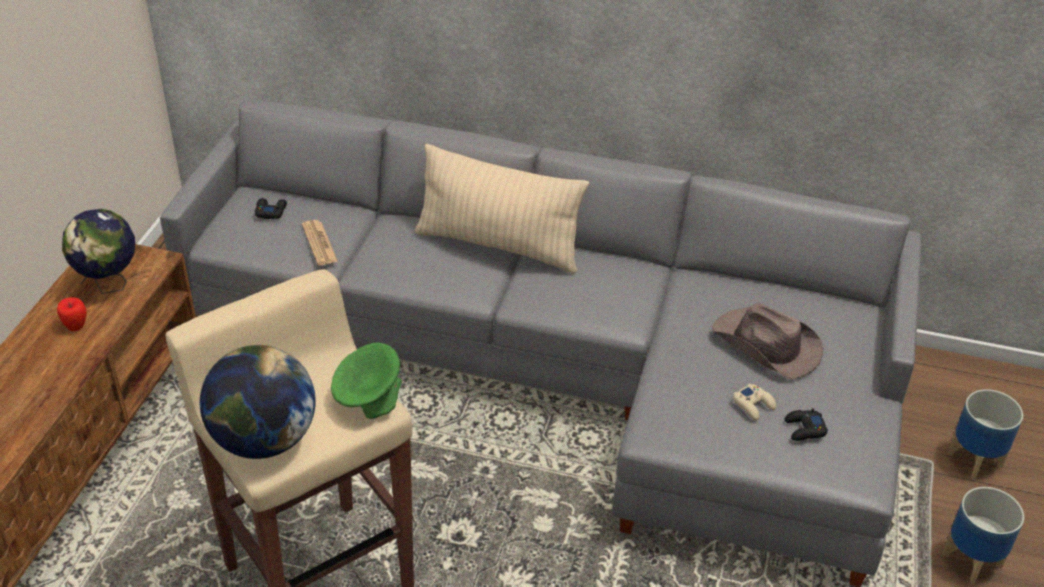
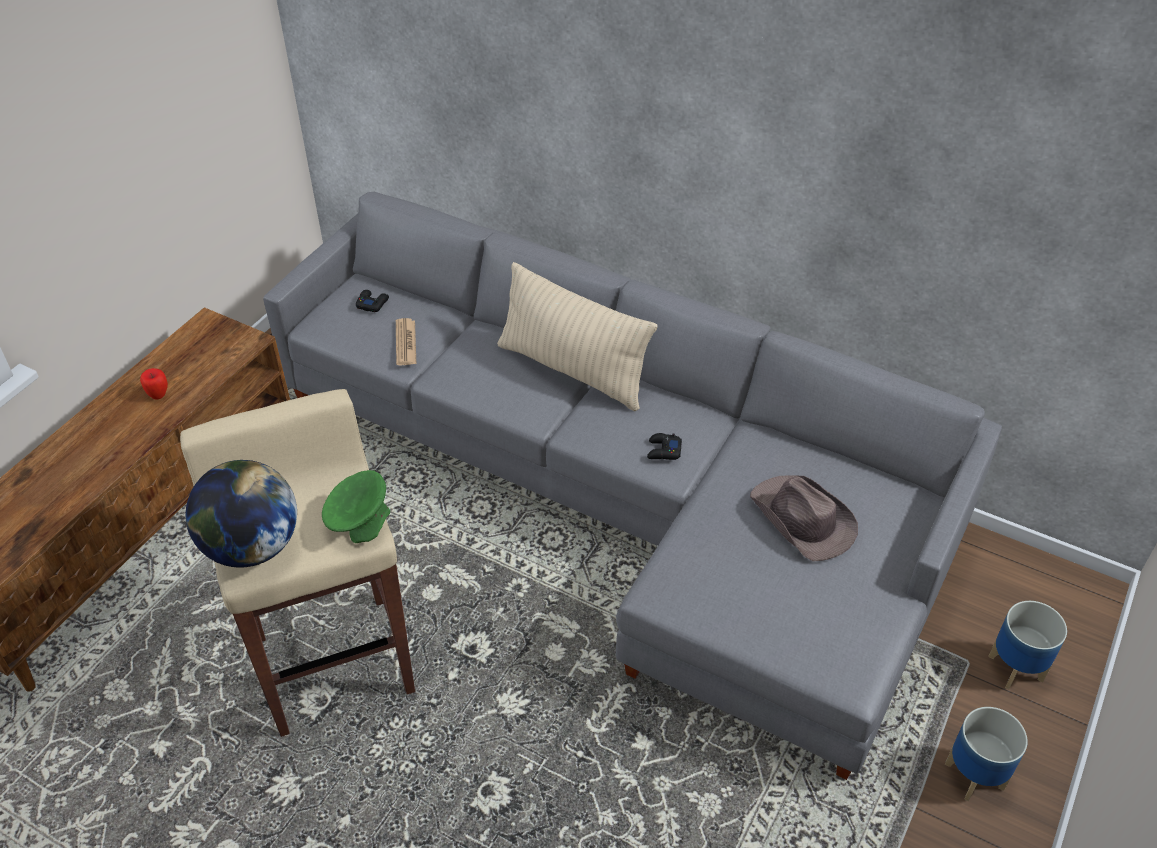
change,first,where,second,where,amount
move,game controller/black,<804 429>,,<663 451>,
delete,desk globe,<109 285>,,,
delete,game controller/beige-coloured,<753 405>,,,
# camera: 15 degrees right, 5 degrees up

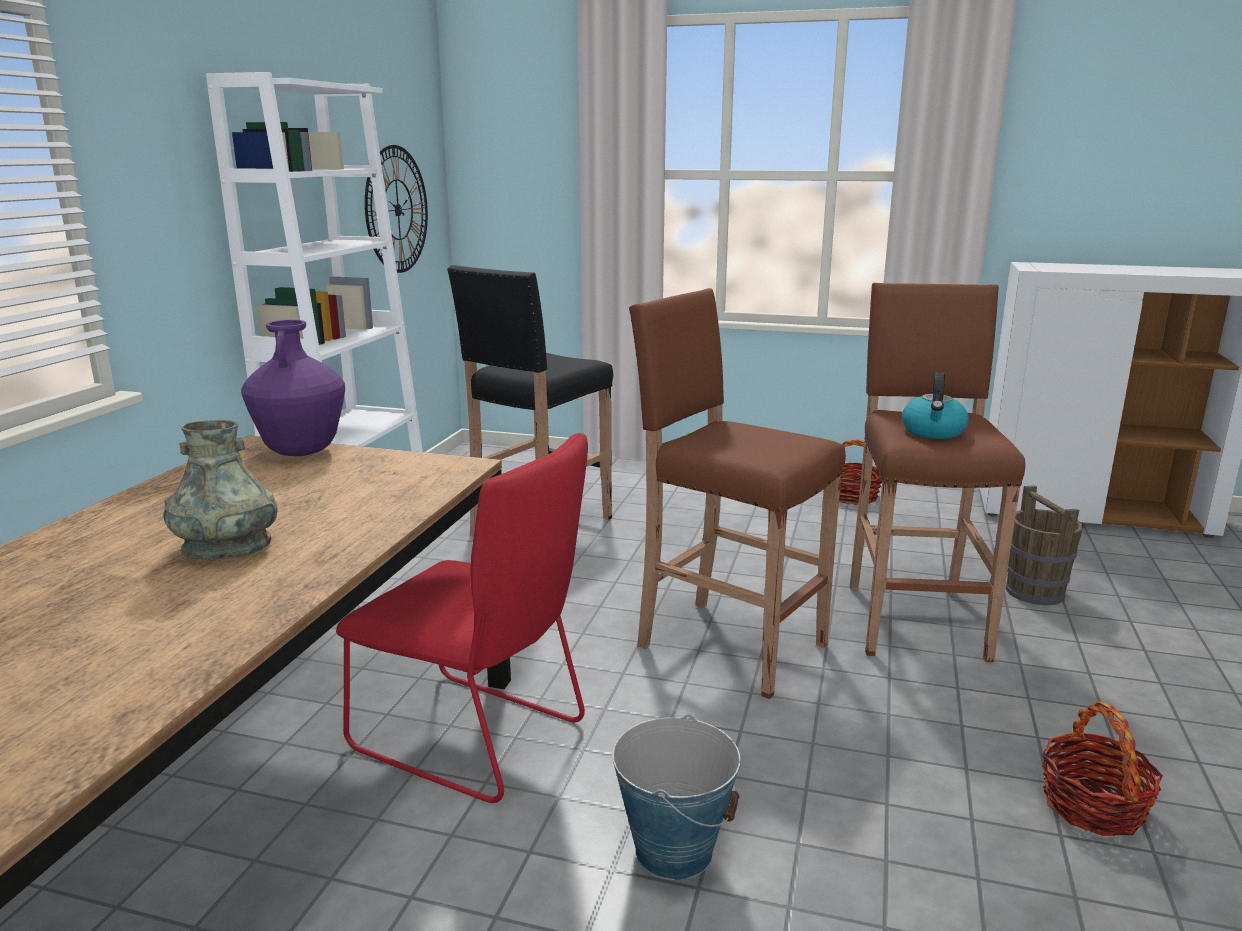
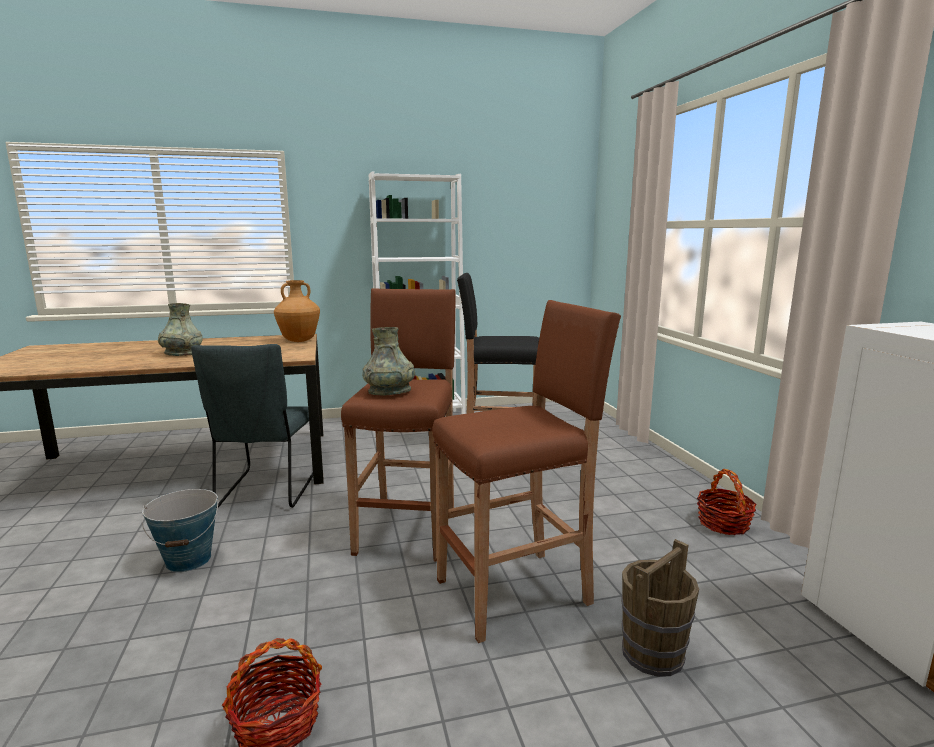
change,first,where,second,where,amount
recolor,chair/reddish,<477 739>,chair/grey,<267 491>,
recolor,vase/purple-coloured,<301 452>,vase/brown,<299 341>,
insert,,,vase/grey,<389 391>,
delete,wall clock,<397 209>,,,
delete,water kettle,<933 432>,,,
# camera: 60 degrees right, 5 degrees down

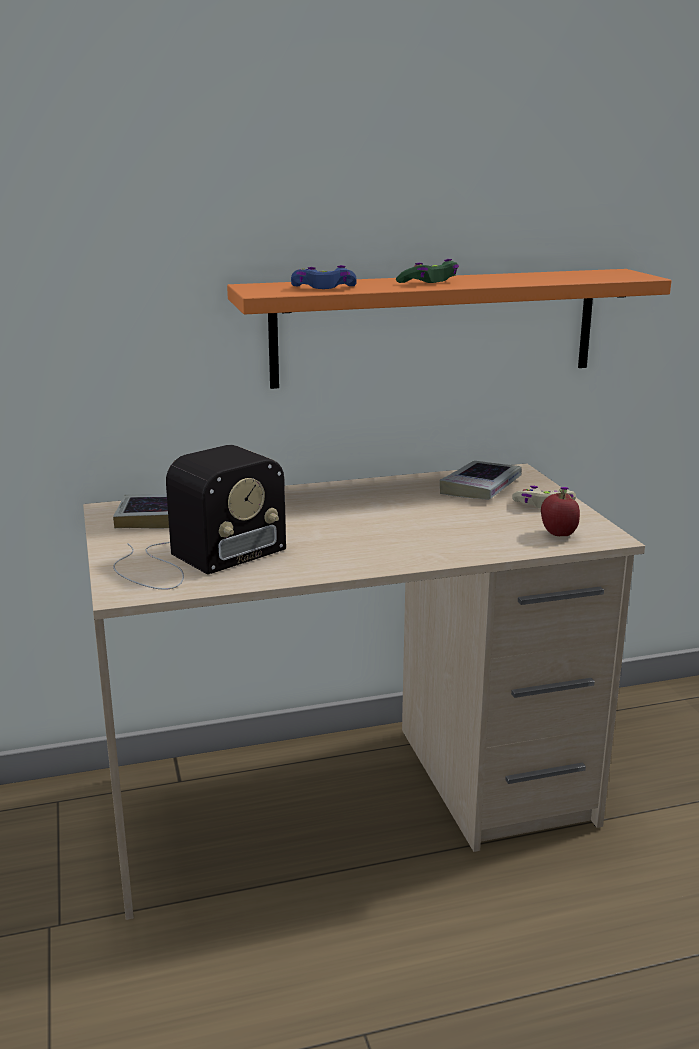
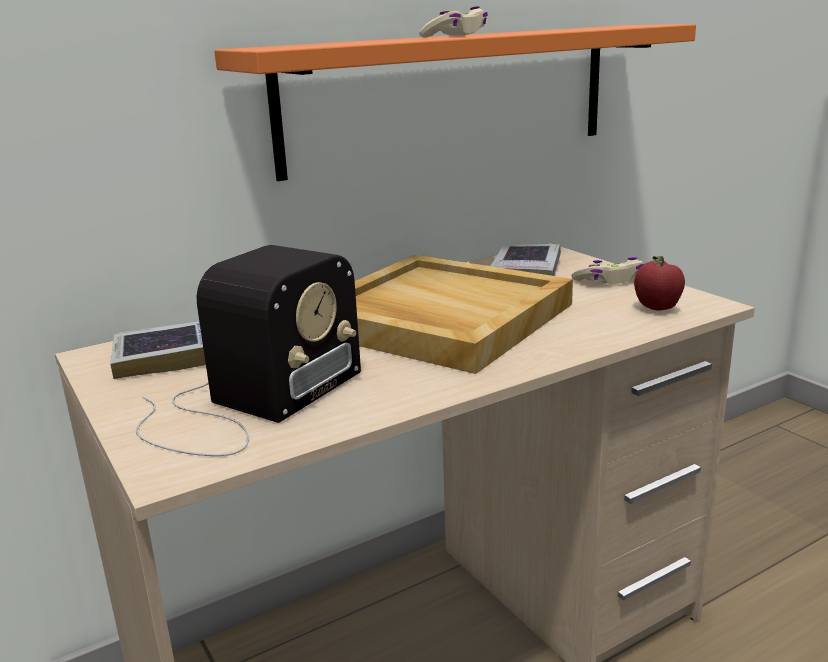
change,first,where,second,where,amount
insert,,,tray/beige-coloured,<437 318>,
recolor,game controller/green,<429 282>,game controller/beige-coloured,<456 35>,
delete,game controller/blue-coloured,<323 288>,,,
# camera: 15 degrees left, 0 degrees up

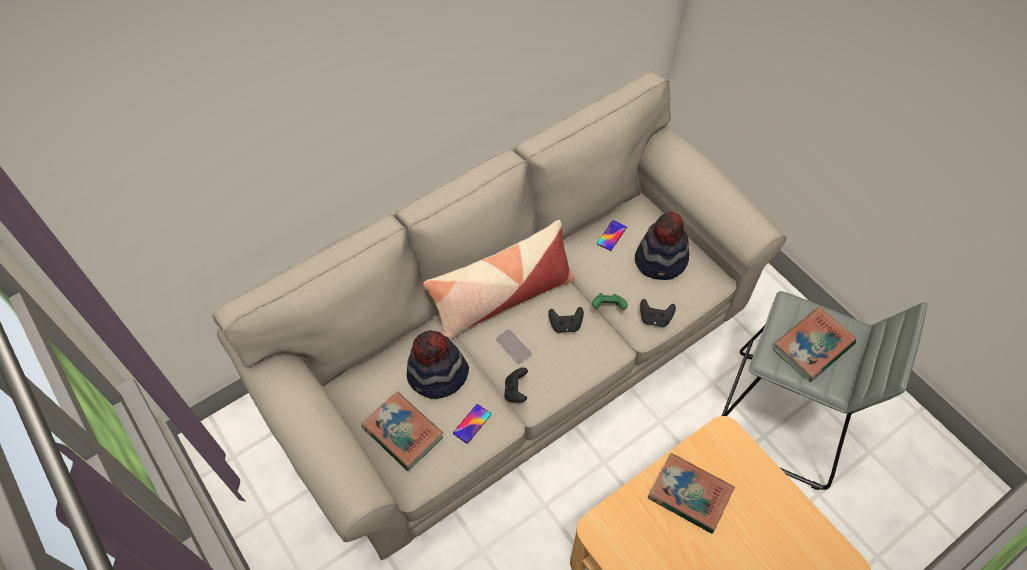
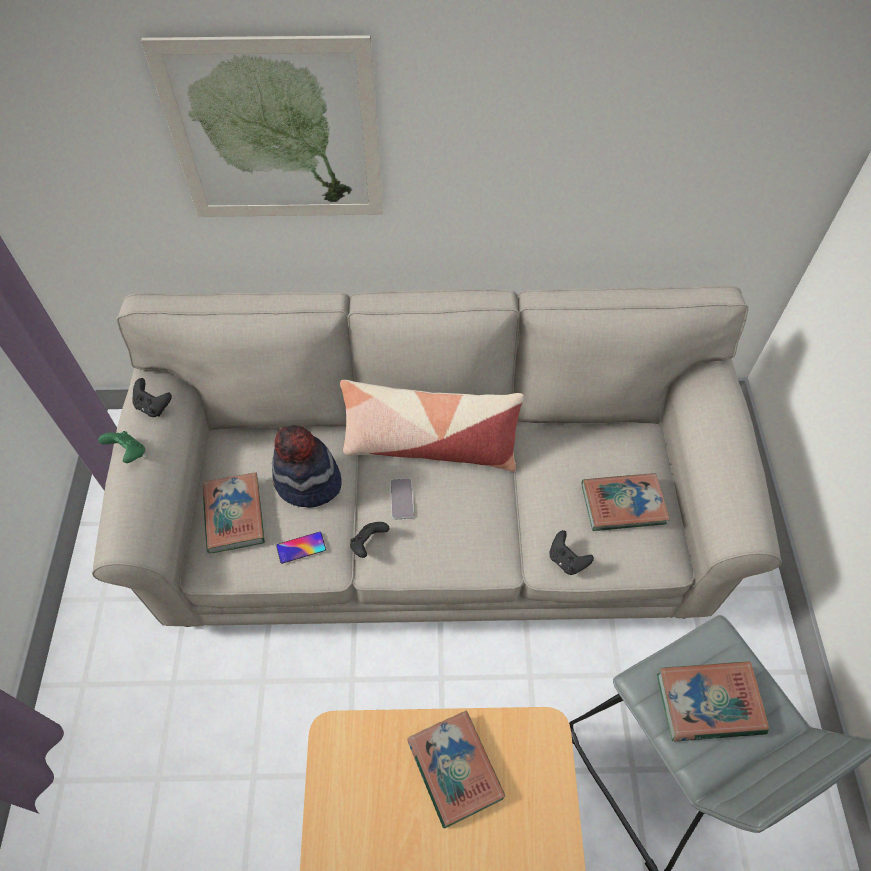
change,first,where,second,where,amount
move,game controller/green,<608 307>,,<128 453>,
move,game controller/black,<565 325>,,<153 406>,
insert,,,wall picture,<275 134>,
replace,clothing hat,<661 260>,volume,<623 504>,
delete,handset,<611 235>,,,
# camera: 35 degrees right, 0 degrees up

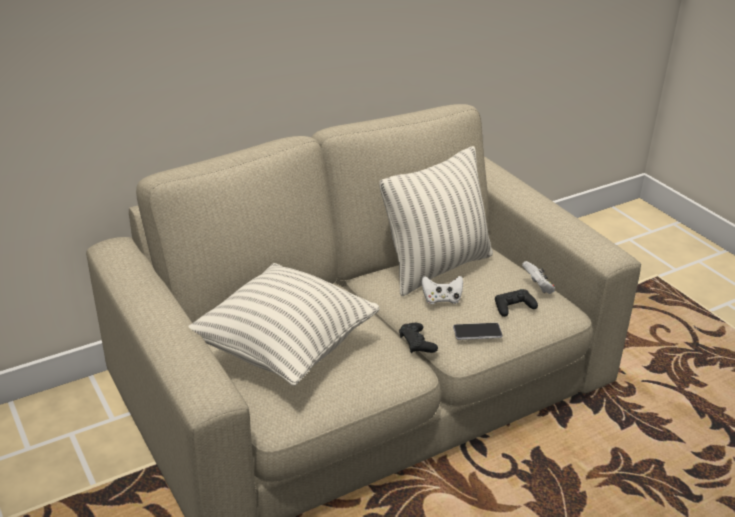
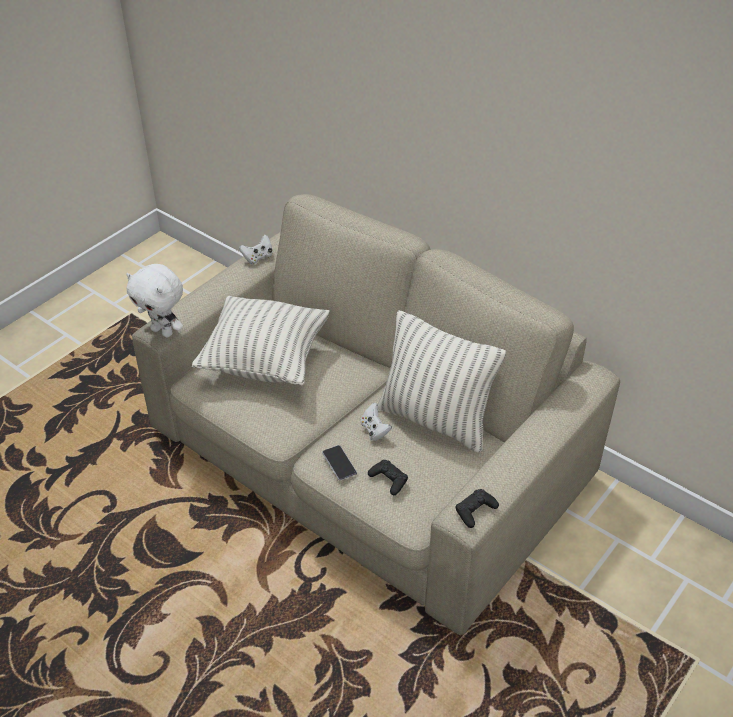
change,first,where,second,where,amount
insert,,,soft toy/whitish,<163 331>,
move,game controller/whitish,<538 287>,,<258 258>,
move,game controller/black,<417 343>,,<475 511>,
# camera: 70 degrees right, 10 degrees up

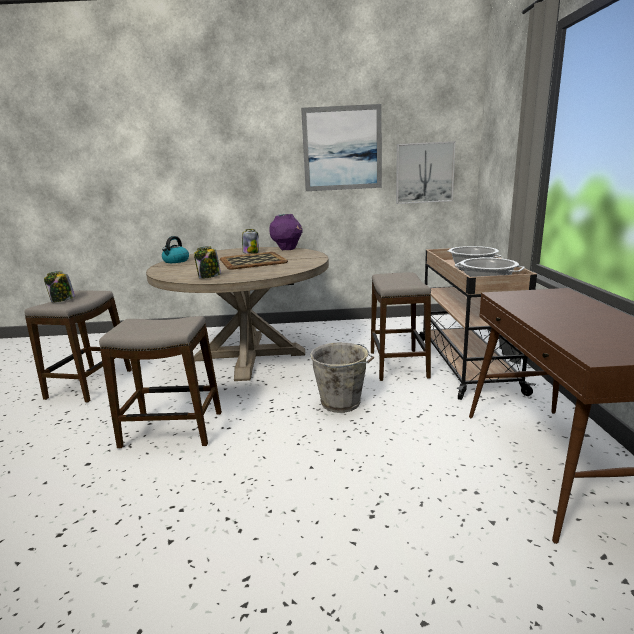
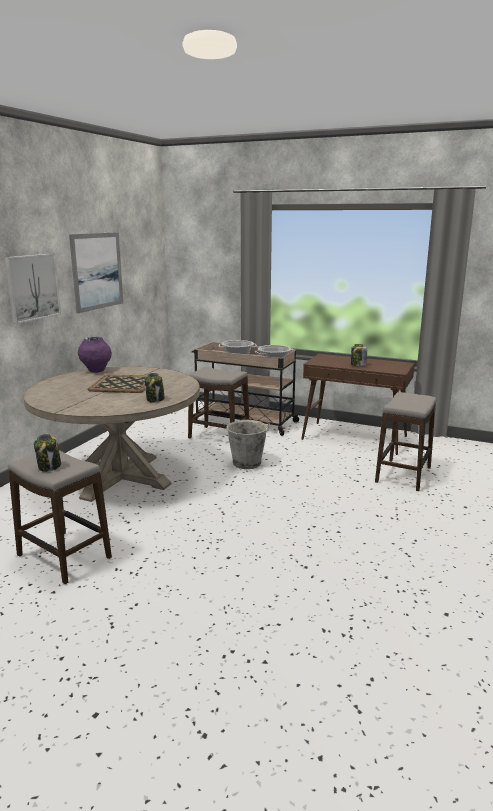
change,first,where,second,where,amount
move,wall picture,<424 173>,,<32 287>,
move,storage jar,<251 253>,,<358 365>,
move,stool,<172 430>,,<403 475>,
delete,water kettle,<176 261>,,,
# camera: 65 degrees left, 0 degrees up

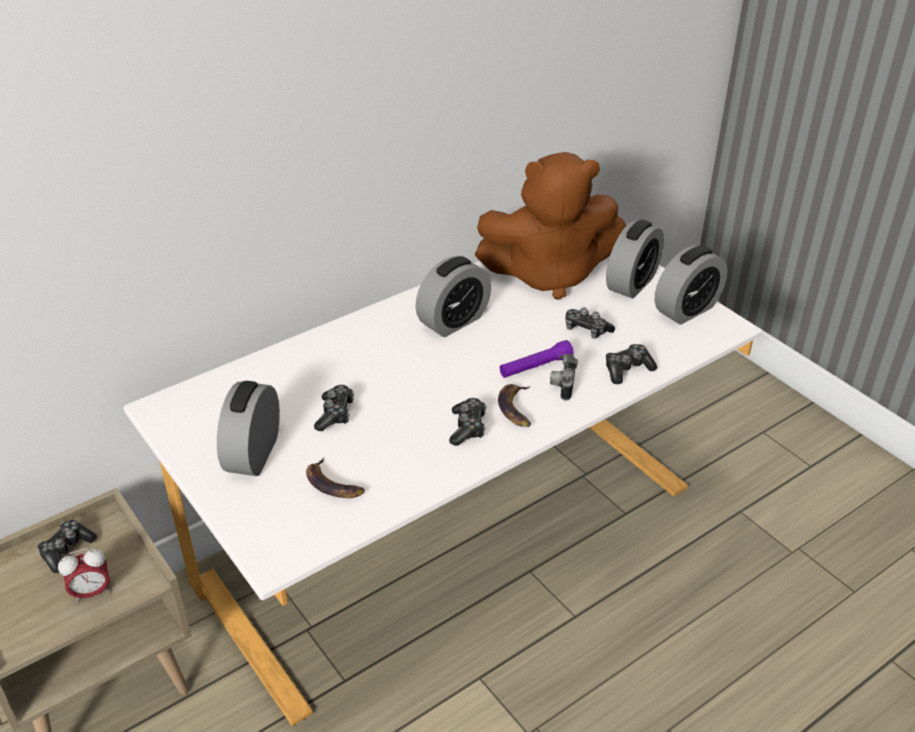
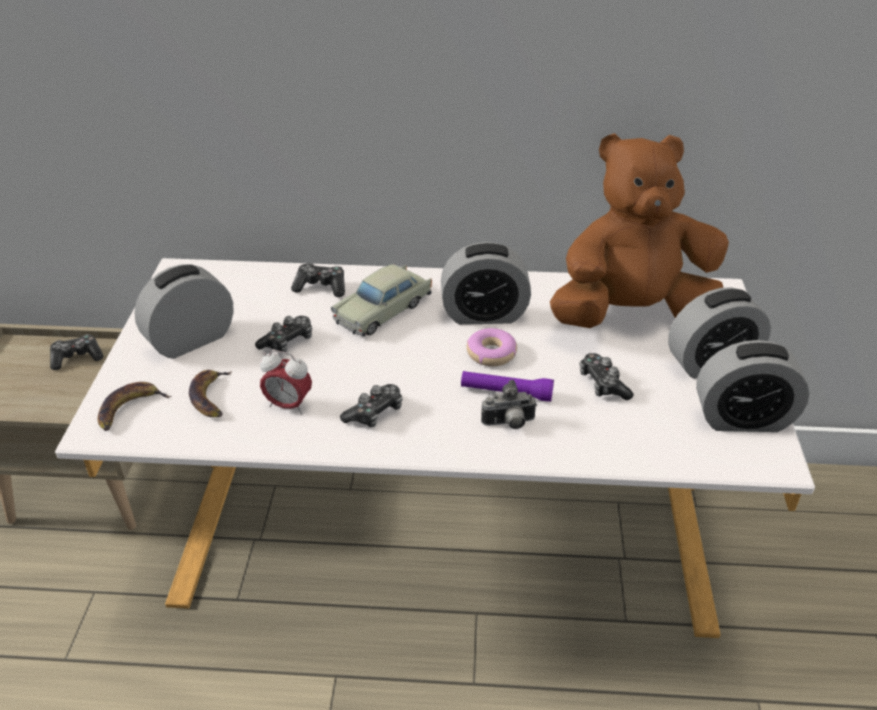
change,first,where,second,where,amount
move,banana,<516 408>,,<129 409>,
move,alarm clock,<91 593>,,<288 405>,
move,game controller,<627 369>,,<321 287>,
insert,,,miniature car/beige-coloured,<383 311>,
insert,,,doughnut,<491 353>,
rotate,still camera,<562 386>,,<509 424>,150 degrees counterclockwise
rotate,soft toy/brown,<548 274>,,<631 315>,135 degrees clockwise
# camera: 40 degrees right, 0 degrees up

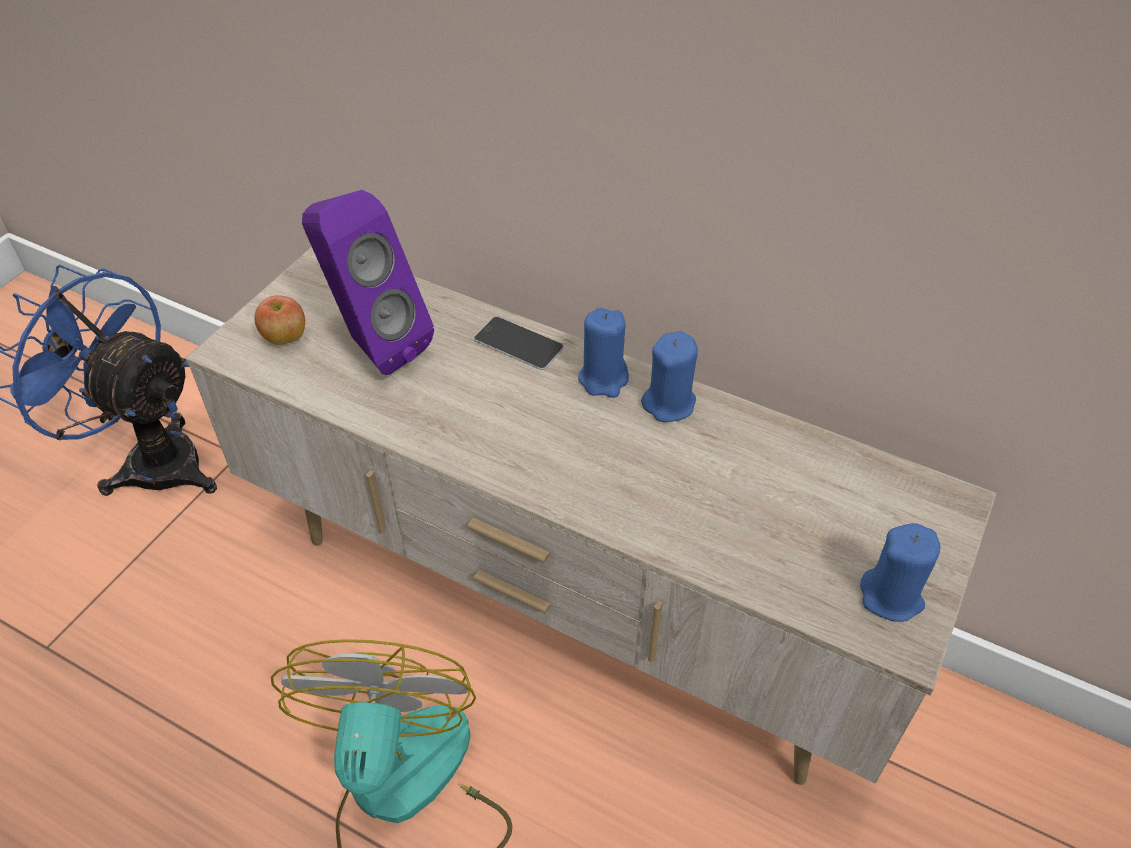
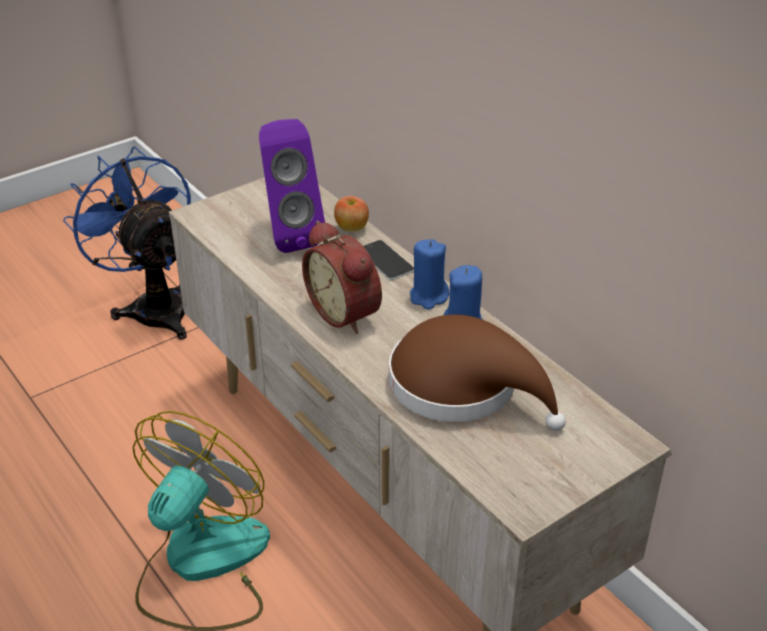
change,first,where,second,where,amount
insert,,,alarm clock,<347 312>,
move,apple fruit,<285 338>,,<351 228>,
insert,,,clothing hat/brown,<463 387>,
delete,wax light/blue-coloured,<891 596>,,,
# camera: 25 degrees right, 10 degrees down

